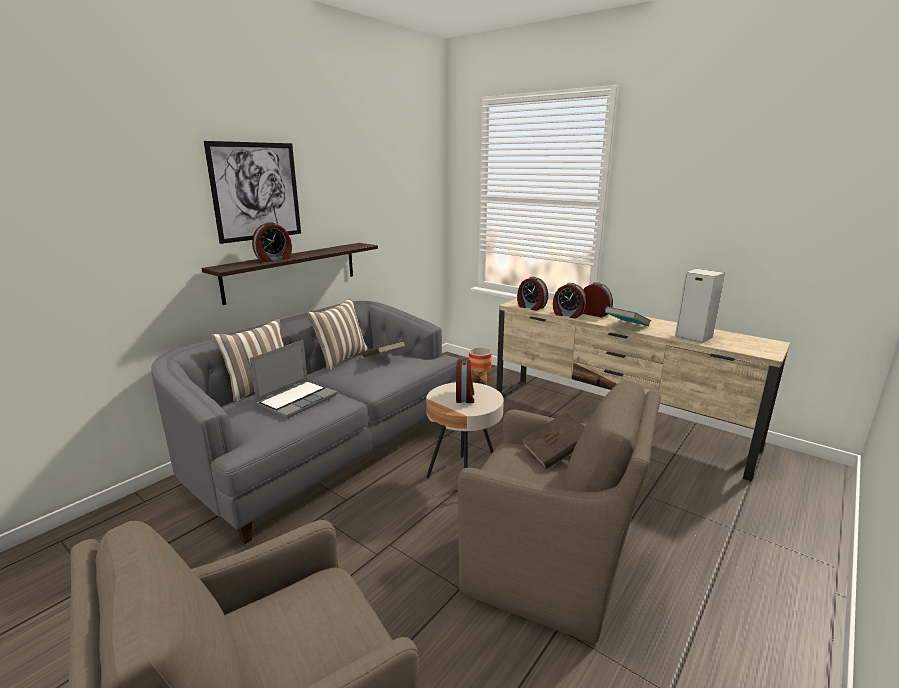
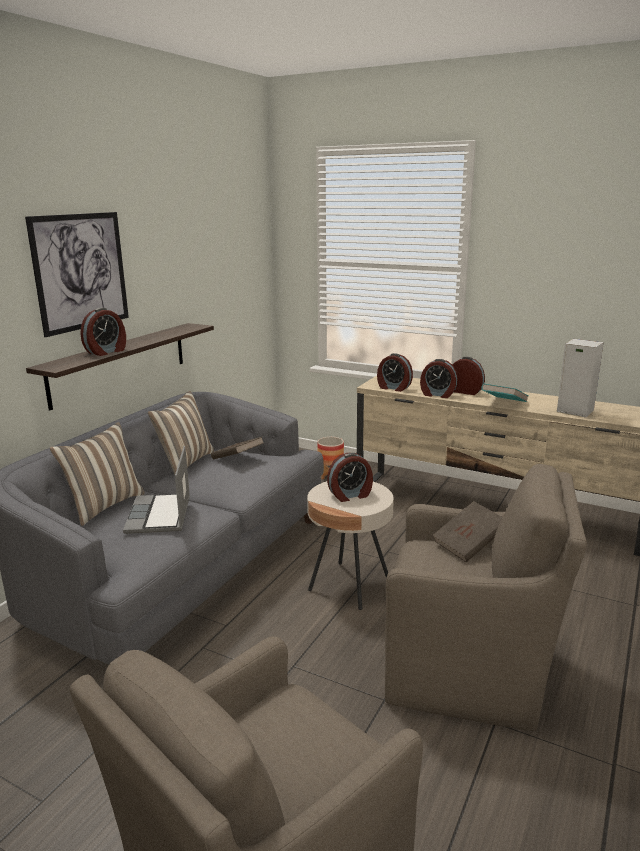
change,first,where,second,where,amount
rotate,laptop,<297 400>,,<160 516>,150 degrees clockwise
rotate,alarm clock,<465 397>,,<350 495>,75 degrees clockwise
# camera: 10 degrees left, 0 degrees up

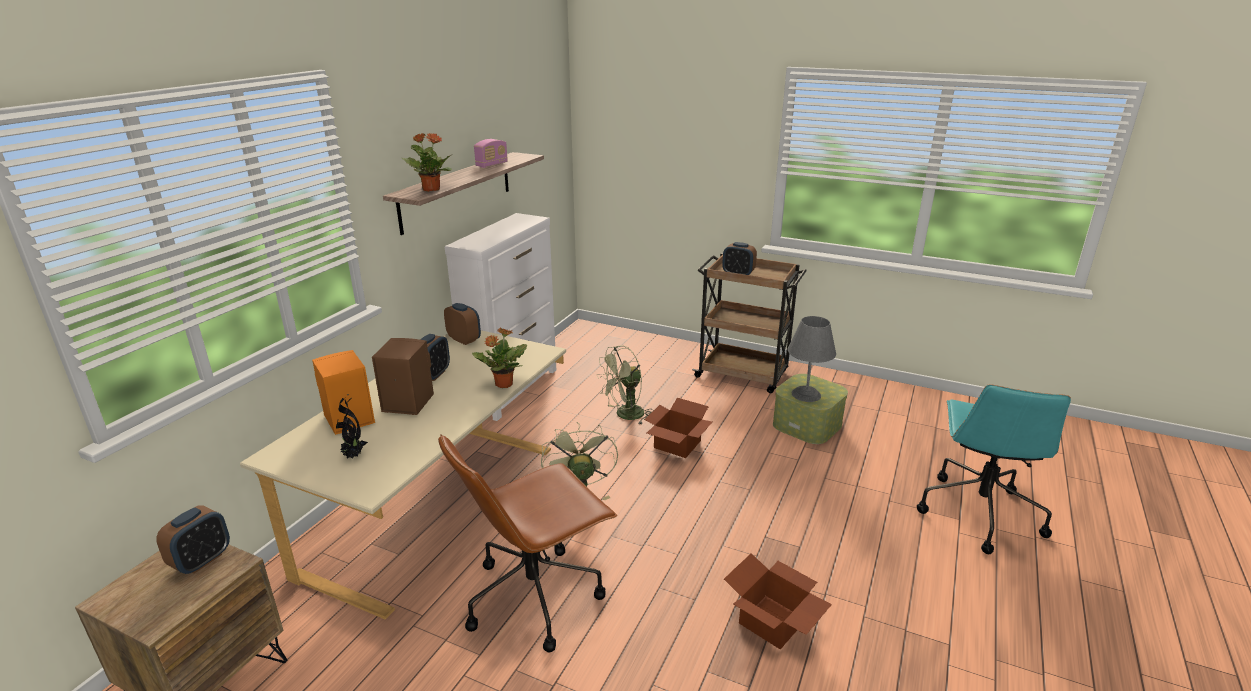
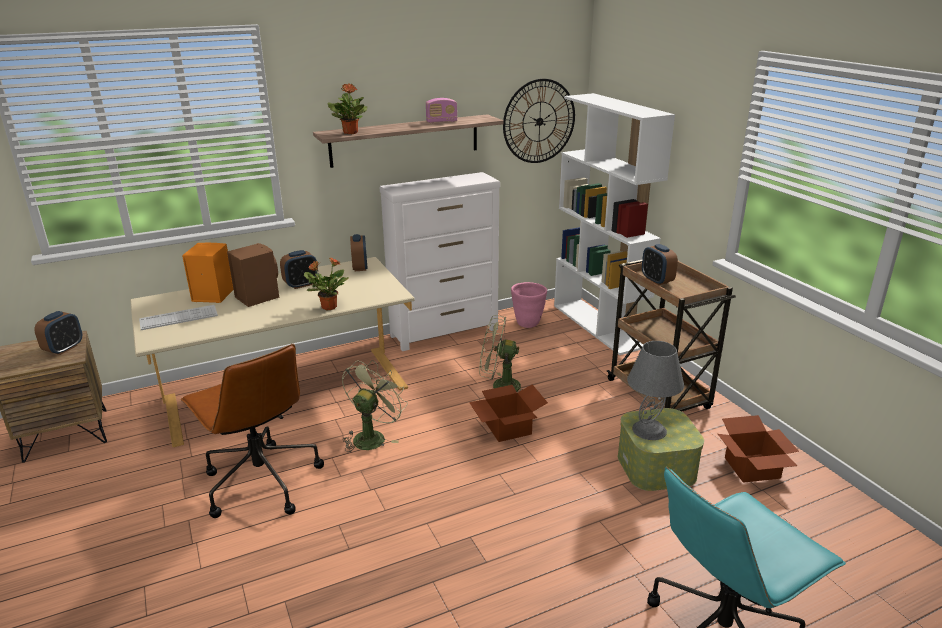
change,first,where,second,where,amount
rotate,alarm clock,<202 560>,,<64 349>,45 degrees counterclockwise
replace,houseplant,<354 456>,keyboard,<179 318>,
rotate,desk chair/brown,<535 595>,,<261 482>,135 degrees counterclockwise
insert,,,wall clock,<539 121>,
insert,,,plant pot/pink,<528 323>,
insert,,,bookcase/whitish,<599 326>,
move,cardboard box,<773 623>,,<752 469>,
# camera: 40 degrees right, 0 degrees up

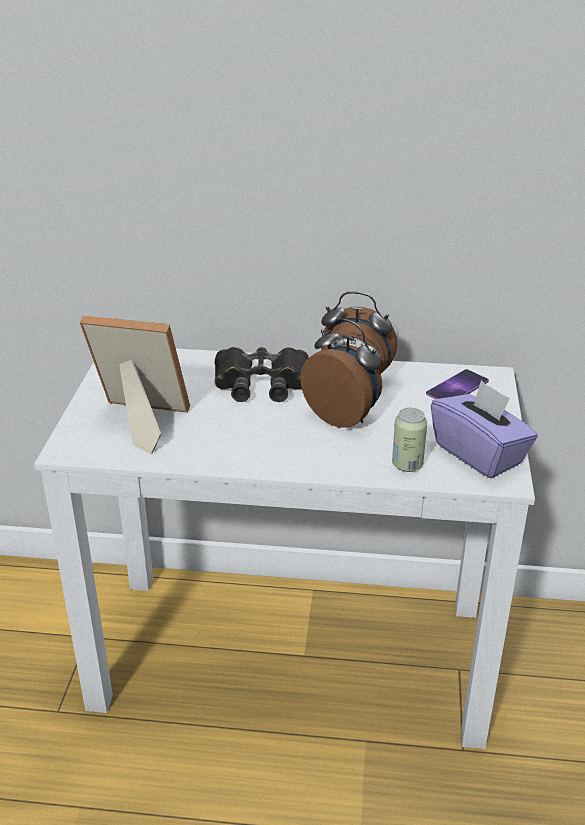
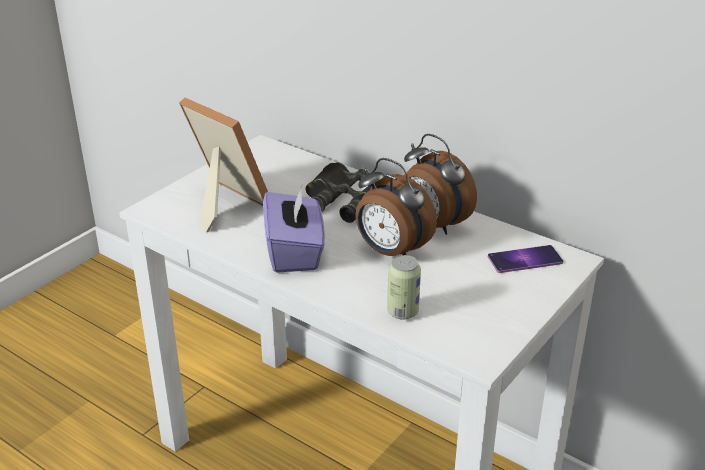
change,first,where,second,where,amount
move,tissue holder/purple-coloured,<479 454>,,<295 252>,
rotate,alarm clock,<343 416>,,<391 252>,150 degrees clockwise
# camera: 30 degrees right, 0 degrees up

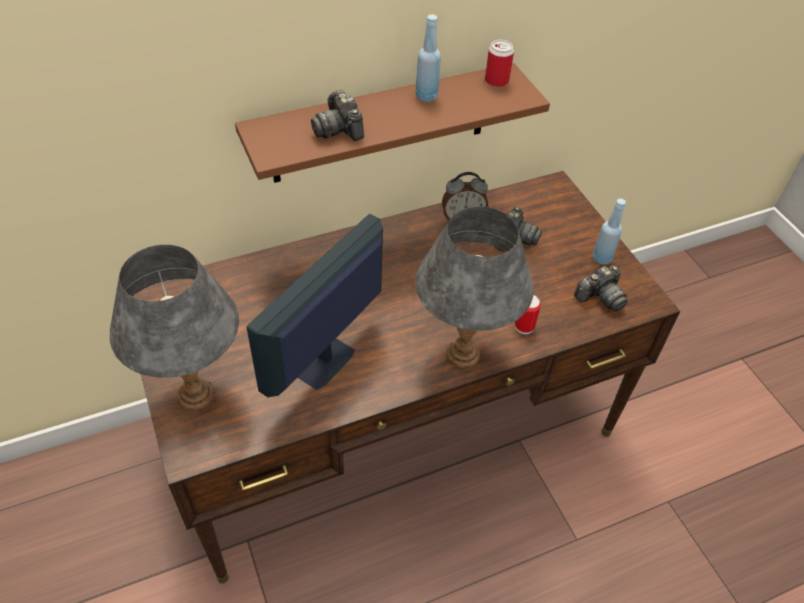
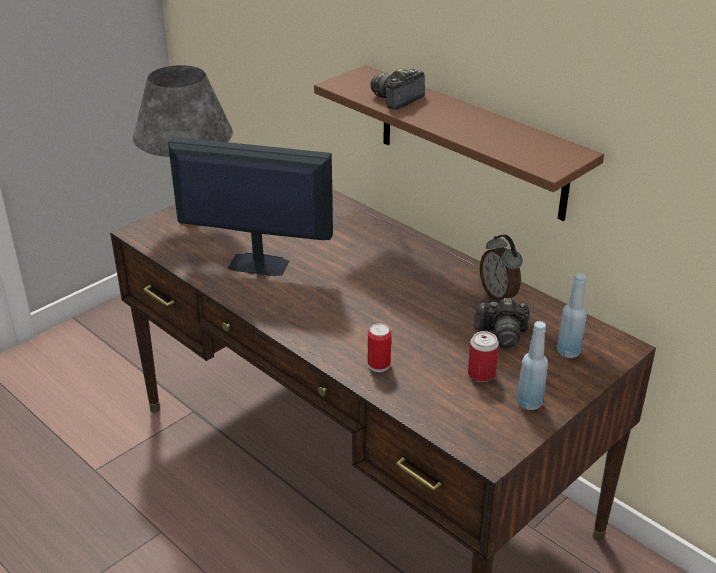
change,first,where,second,where,amount
move,metal can,<496 81>,,<481 374>,
move,drink bottle/blue-coloured,<426 96>,,<568 352>,
delete,tabletop lamp/grey,<462 353>,,,
delete,still camera,<600 297>,,,
# camera: 70 degrees right, 15 degrees down

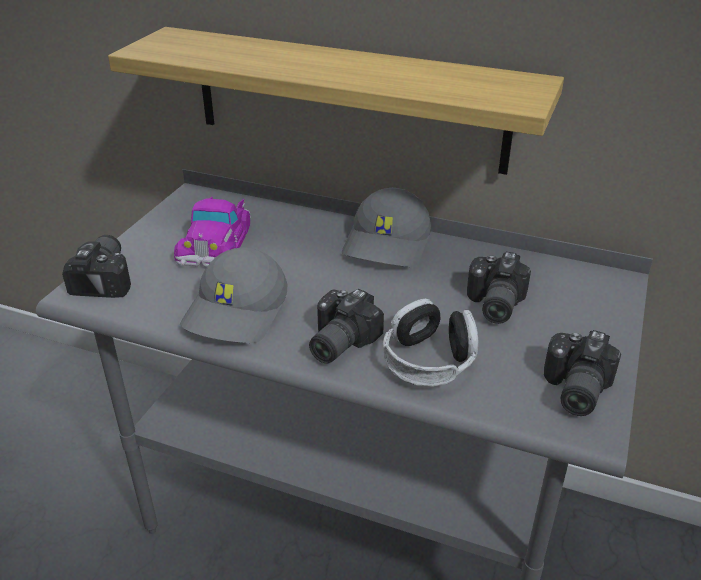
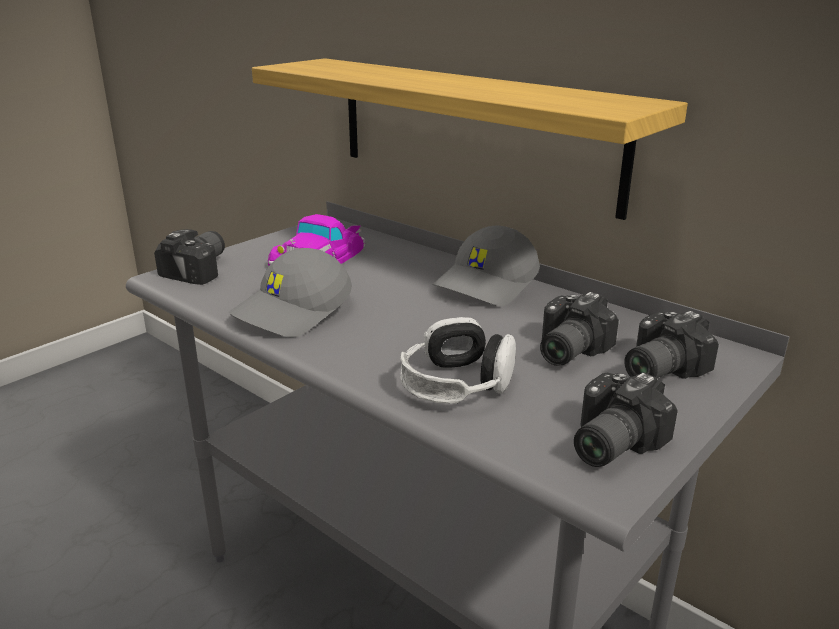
change,first,where,second,where,amount
move,still camera,<337 342>,,<656 369>,
# camera: 20 degrees right, 10 degrees down

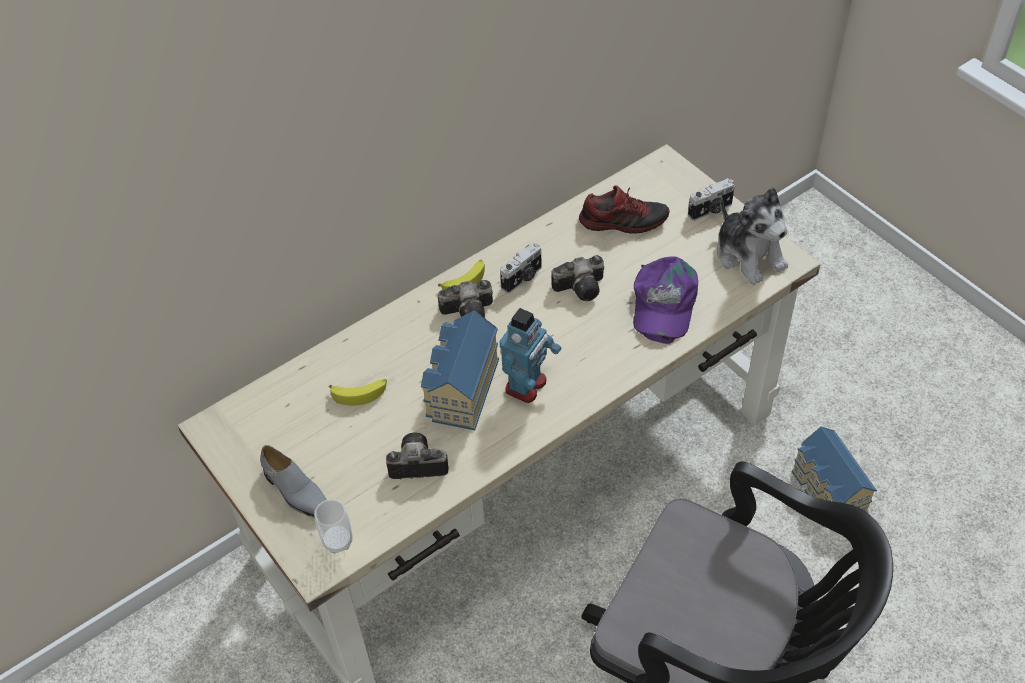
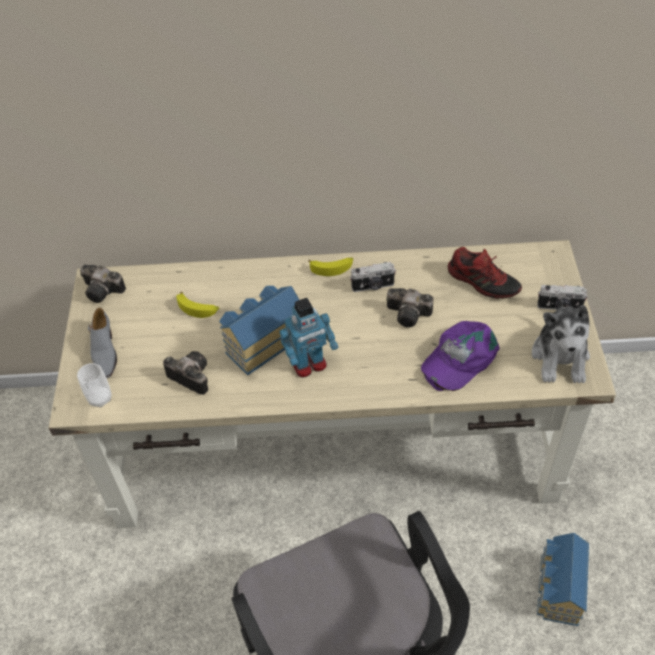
change,first,where,second,where,amount
move,still camera,<470 311>,,<104 291>,
# camera: 35 degrees right, 0 degrees up

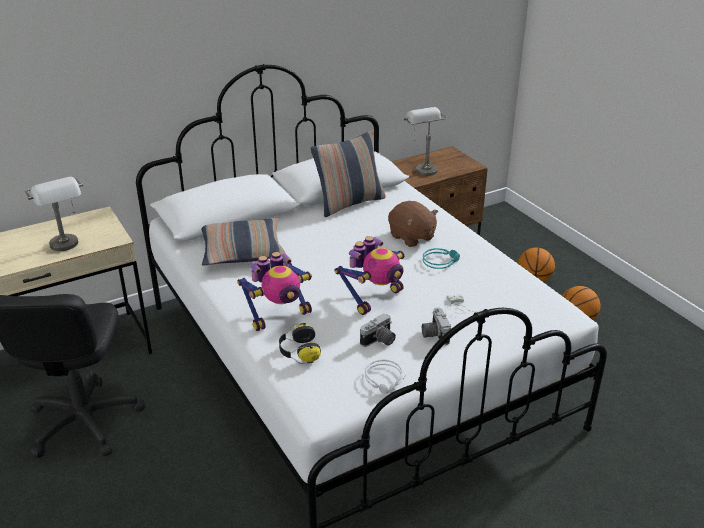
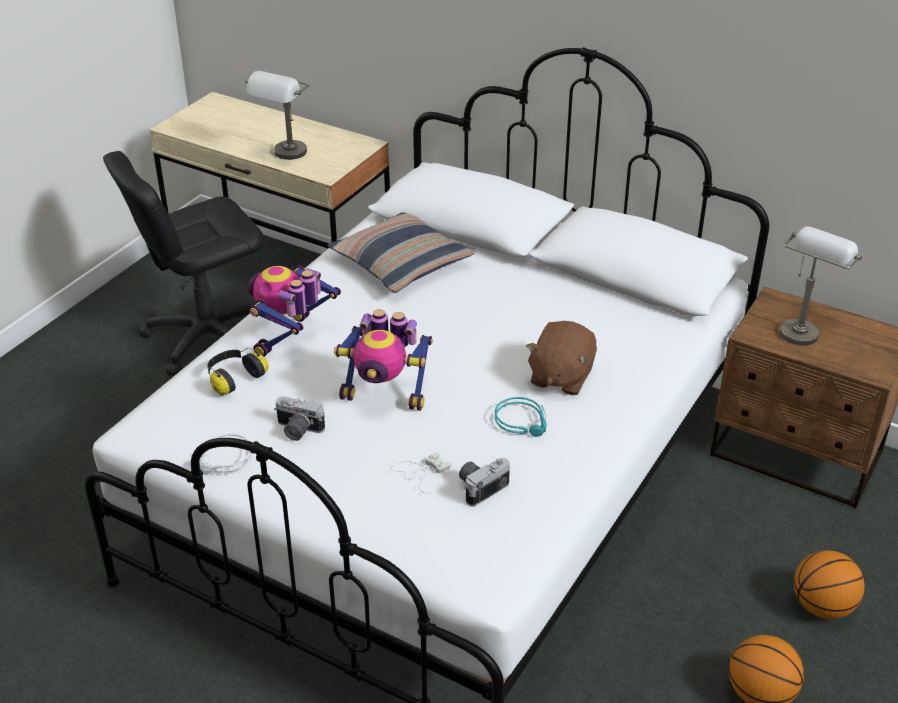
change,first,where,second,where,amount
rotate,model robot,<279 316>,,<291 339>,90 degrees clockwise
move,still camera,<434 334>,,<481 487>,
delete,cushion,<349 203>,,,
# camera: 60 degrees right, 5 degrees up

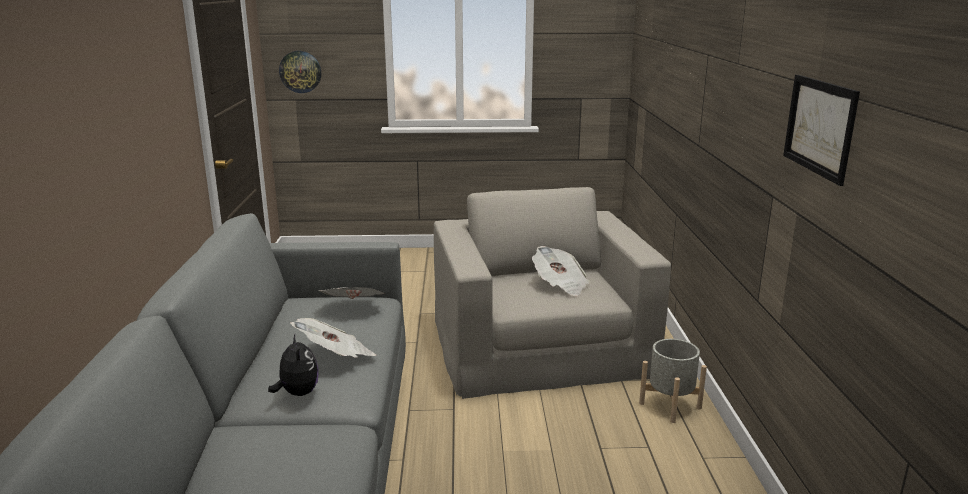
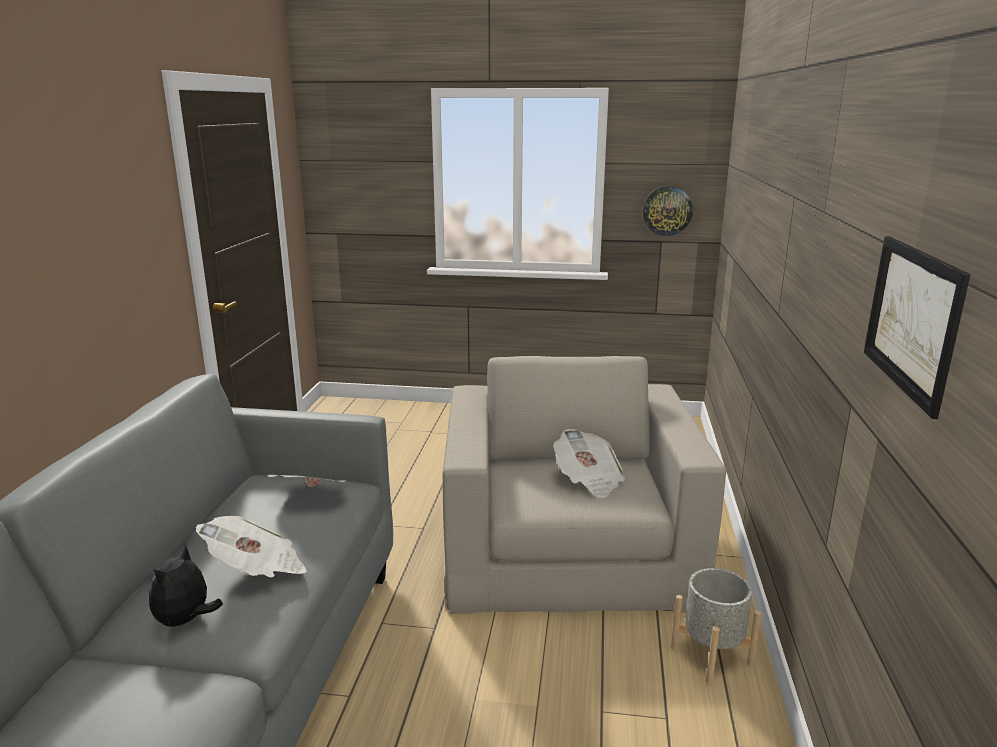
change,first,where,second,where,amount
rotate,soft toy,<297 393>,,<186 621>,150 degrees counterclockwise
move,wall clock,<300 71>,,<667 210>,
# camera: 10 degrees right, 0 degrees up

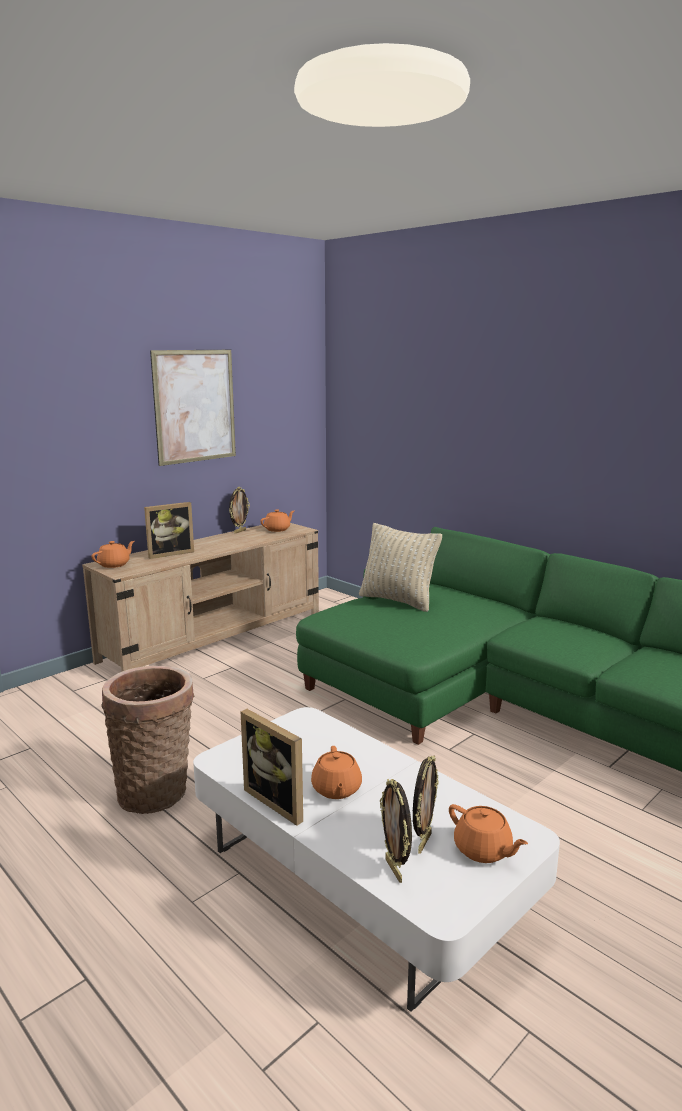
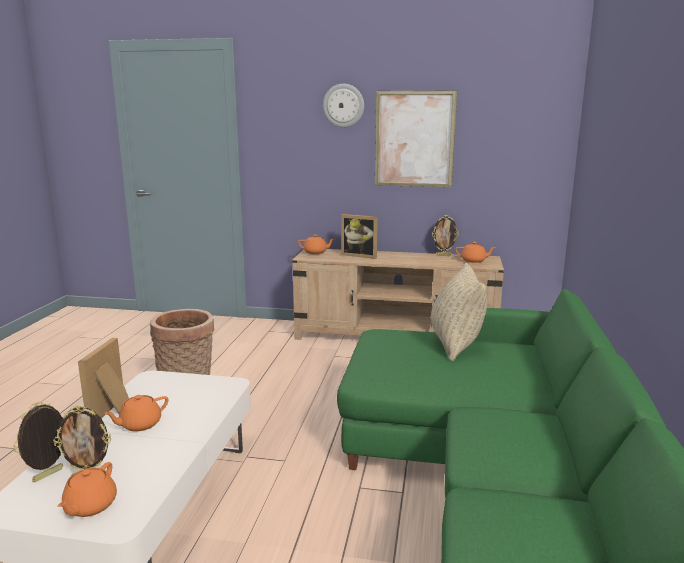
change,first,where,second,where,amount
insert,,,wall clock,<343 105>,
# camera: 55 degrees right, 0 degrees up

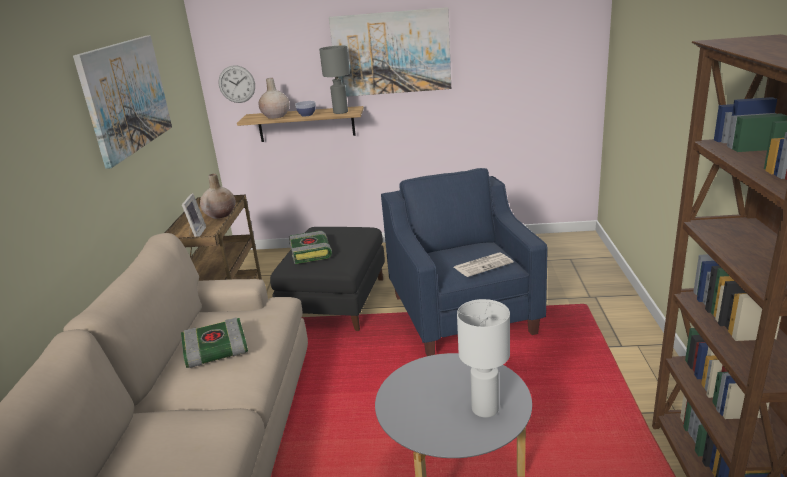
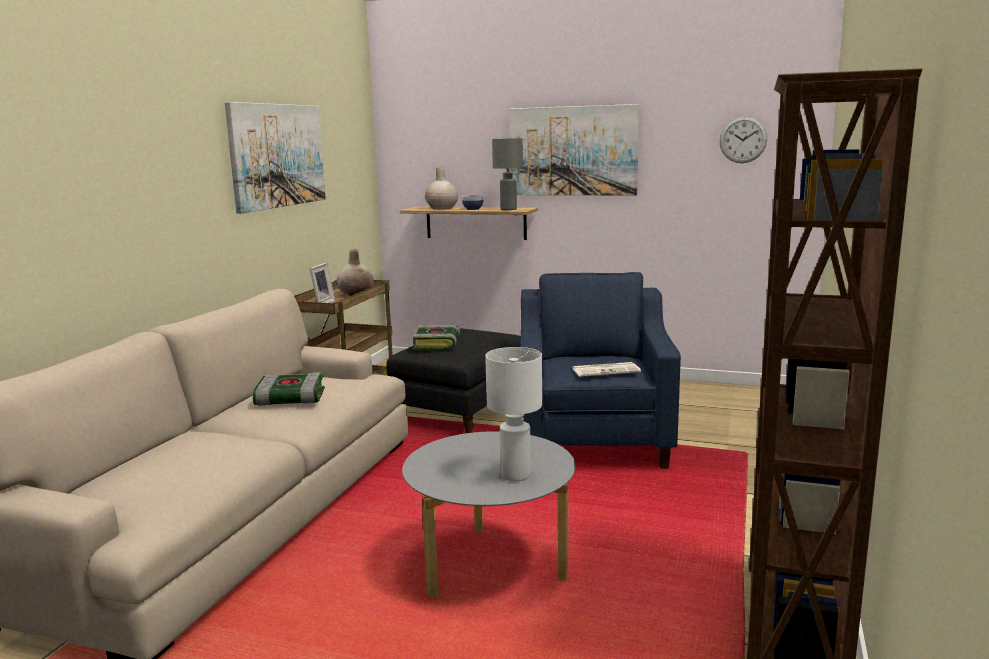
change,first,where,second,where,amount
move,wall clock,<237 84>,,<743 140>,
# camera: 15 degrees right, 10 degrees down

